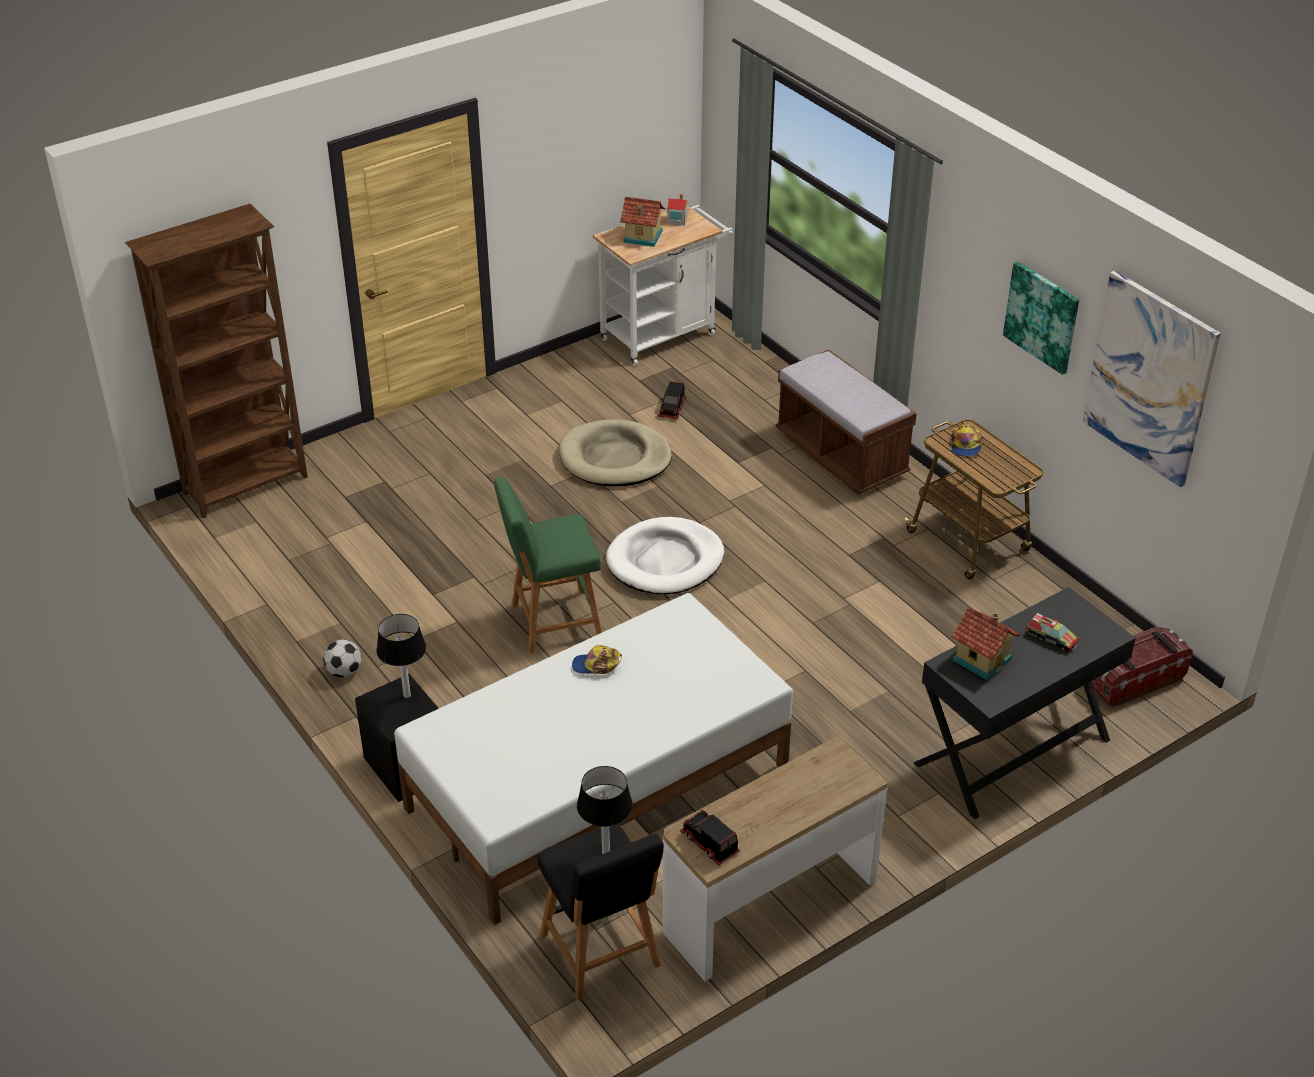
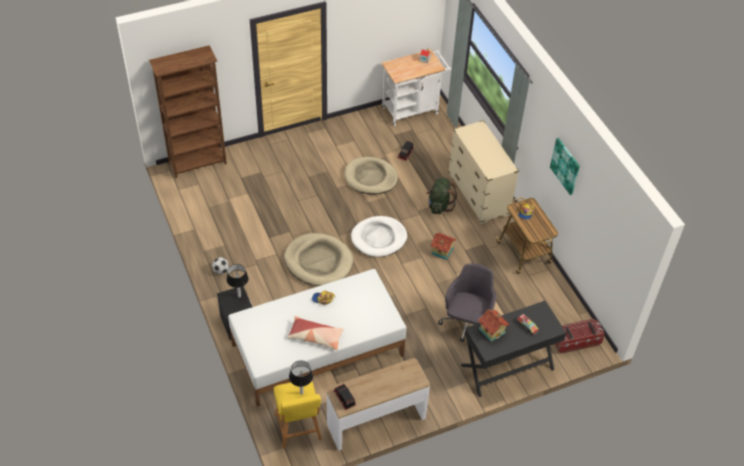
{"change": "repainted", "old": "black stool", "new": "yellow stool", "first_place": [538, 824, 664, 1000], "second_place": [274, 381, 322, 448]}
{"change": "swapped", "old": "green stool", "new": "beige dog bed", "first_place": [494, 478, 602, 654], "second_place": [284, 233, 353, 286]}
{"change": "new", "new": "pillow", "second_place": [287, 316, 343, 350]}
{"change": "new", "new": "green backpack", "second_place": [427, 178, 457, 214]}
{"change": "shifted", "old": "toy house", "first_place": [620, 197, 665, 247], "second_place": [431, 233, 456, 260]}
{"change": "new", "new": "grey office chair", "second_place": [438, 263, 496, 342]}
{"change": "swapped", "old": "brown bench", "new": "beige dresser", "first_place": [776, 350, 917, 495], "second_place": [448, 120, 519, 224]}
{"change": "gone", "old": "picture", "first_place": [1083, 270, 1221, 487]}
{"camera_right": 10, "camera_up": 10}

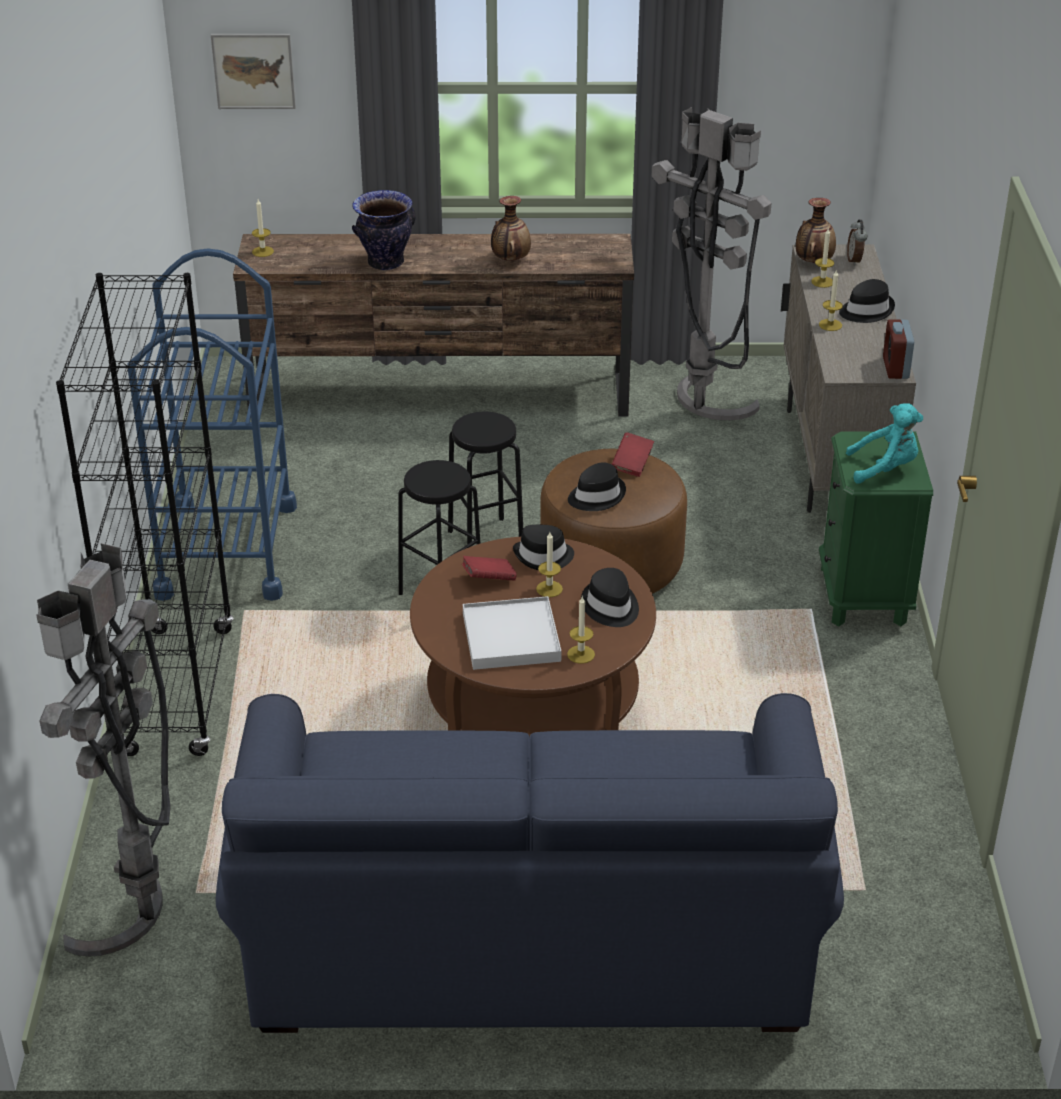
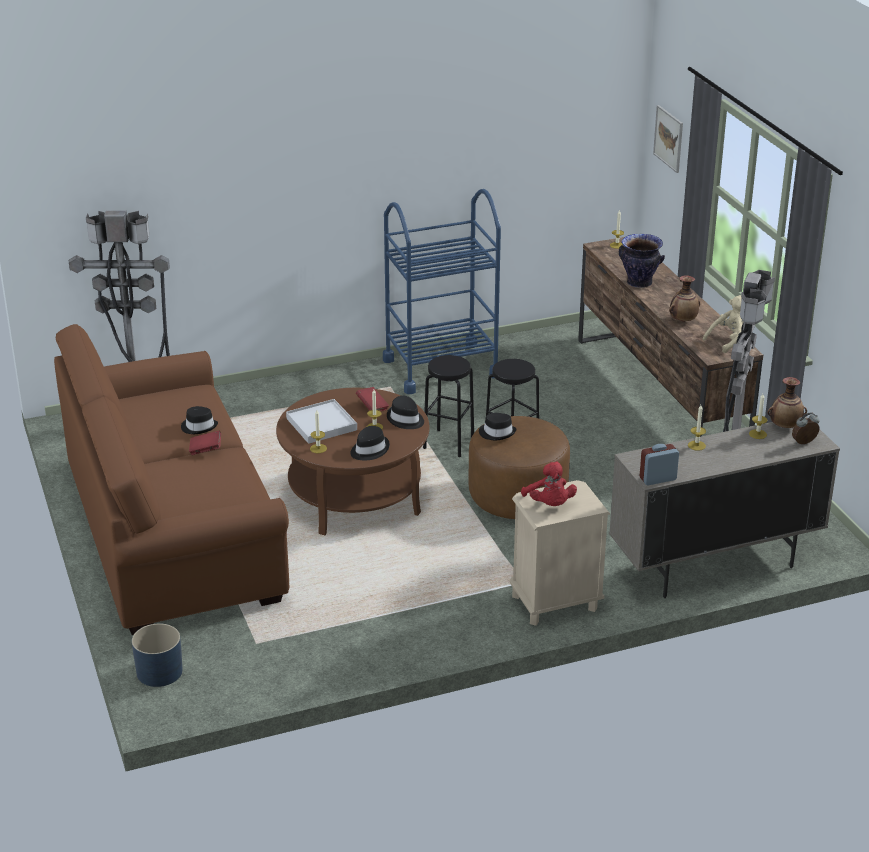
{"change": "repainted", "old": "blue sofa", "new": "brown sofa", "first_place": [216, 693, 844, 1033], "second_place": [54, 324, 289, 635]}
{"change": "new", "new": "blue planter", "second_place": [132, 624, 183, 687]}
{"change": "shifted", "old": "black hat", "first_place": [839, 279, 895, 323], "second_place": [181, 406, 218, 434]}
{"change": "shifted", "old": "red book", "first_place": [611, 432, 654, 477], "second_place": [189, 431, 221, 455]}
{"change": "repainted", "old": "green nightstand", "new": "beige nightstand", "first_place": [819, 432, 933, 626], "second_place": [510, 480, 610, 626]}
{"change": "repainted", "old": "turquoise plush toy", "new": "red plush toy", "first_place": [846, 403, 923, 484], "second_place": [521, 461, 577, 506]}
{"change": "new", "new": "beige plush toy", "second_place": [703, 295, 744, 353]}
{"change": "gone", "old": "black bookcase", "first_place": [56, 273, 234, 756]}
{"camera_right": 70, "camera_up": -5}

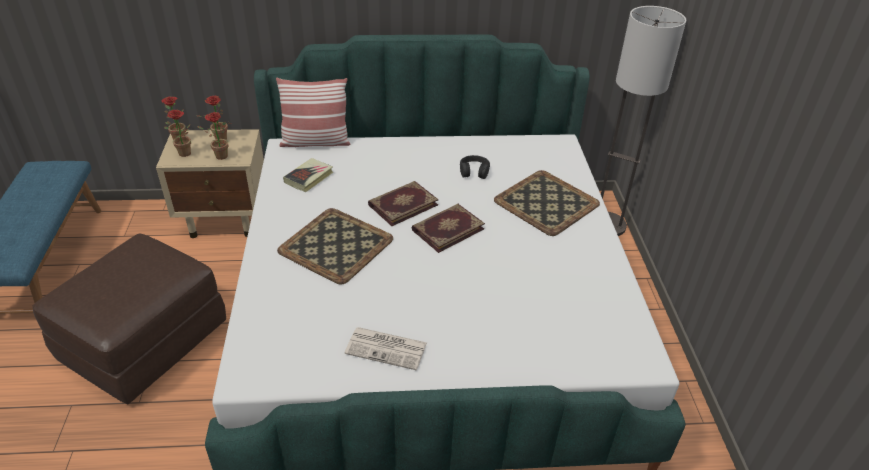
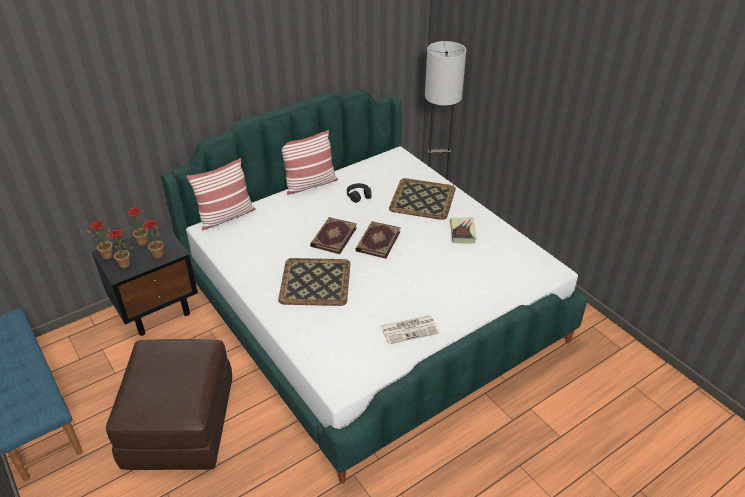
{"change": "repainted", "old": "beige nightstand", "new": "black nightstand", "first_place": [156, 129, 264, 238], "second_place": [92, 224, 198, 336]}
{"change": "new", "new": "pillow", "second_place": [282, 130, 338, 195]}
{"change": "shifted", "old": "book", "first_place": [283, 158, 333, 192], "second_place": [450, 218, 477, 244]}
{"camera_right": -30, "camera_up": 0}

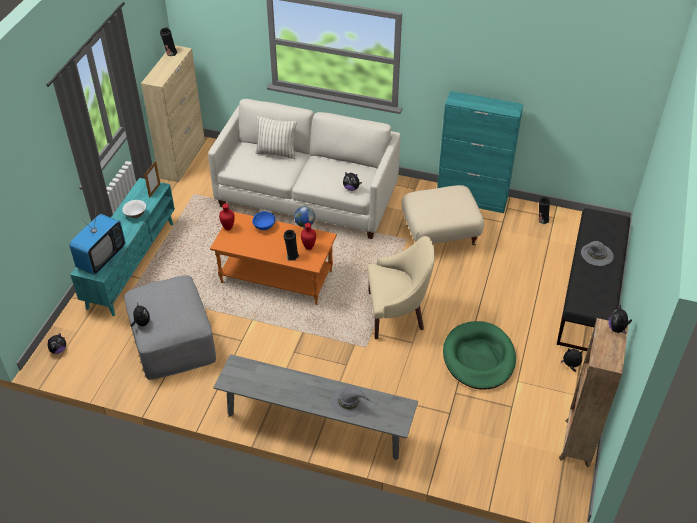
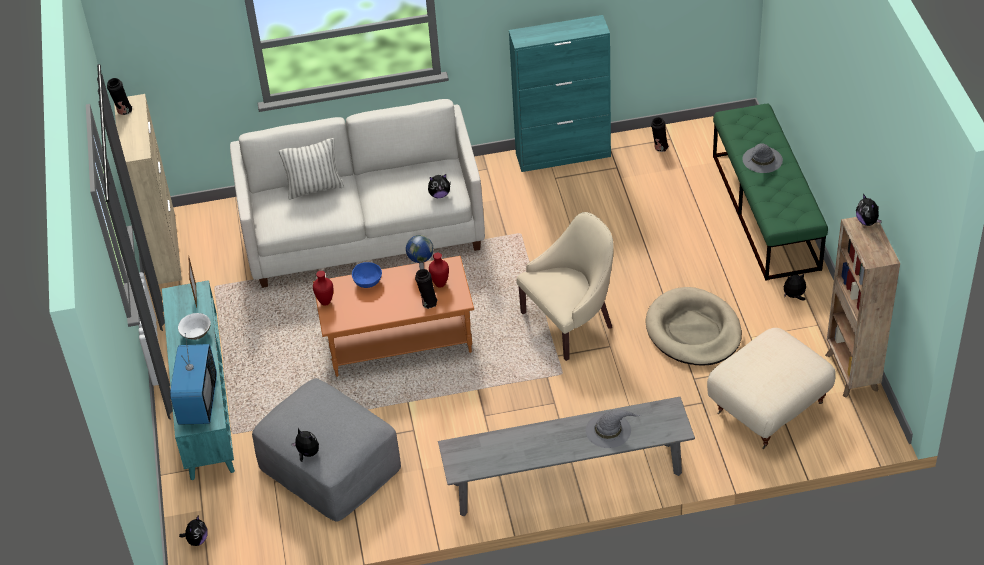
{"change": "repainted", "old": "green dog bed", "new": "beige dog bed", "first_place": [443, 321, 516, 390], "second_place": [646, 287, 742, 365]}
{"change": "shifted", "old": "beige ottoman", "first_place": [402, 185, 484, 246], "second_place": [707, 328, 836, 449]}
{"change": "repainted", "old": "black bench", "new": "green bench", "first_place": [557, 208, 631, 351], "second_place": [713, 104, 828, 281]}
{"camera_right": -25, "camera_up": 0}

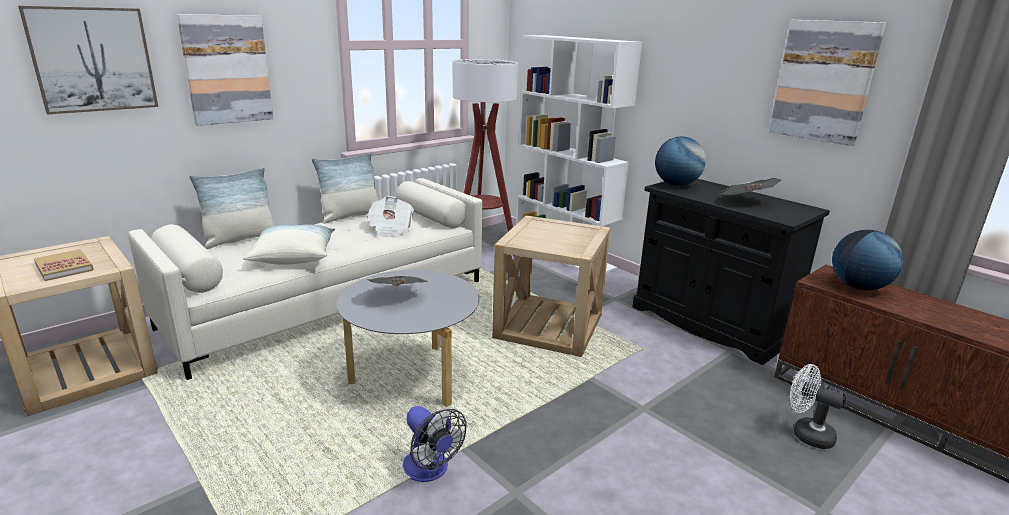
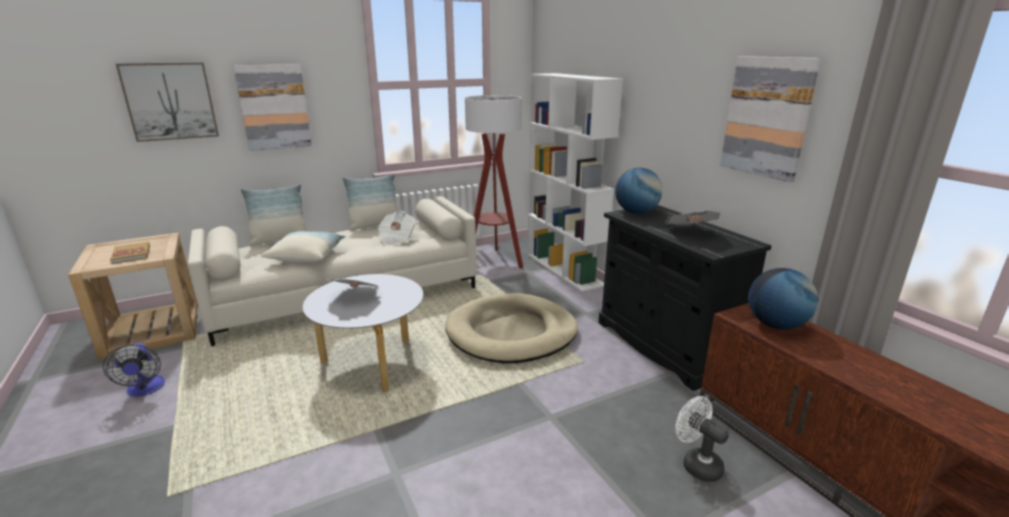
{"change": "shifted", "old": "fan", "first_place": [403, 406, 467, 482], "second_place": [103, 343, 165, 397]}
{"change": "swapped", "old": "beige side table", "new": "beige dog bed", "first_place": [492, 216, 610, 357], "second_place": [445, 293, 578, 363]}
{"camera_right": 15, "camera_up": 0}

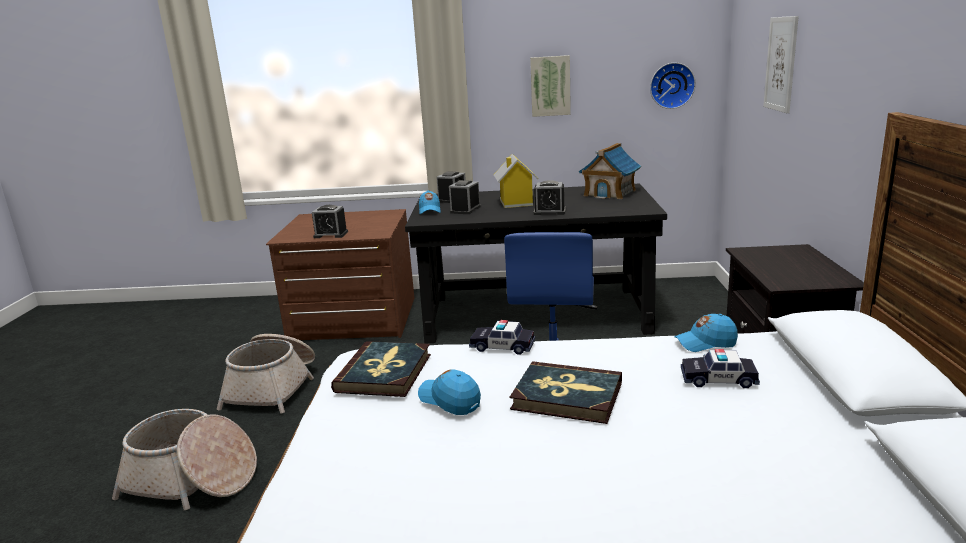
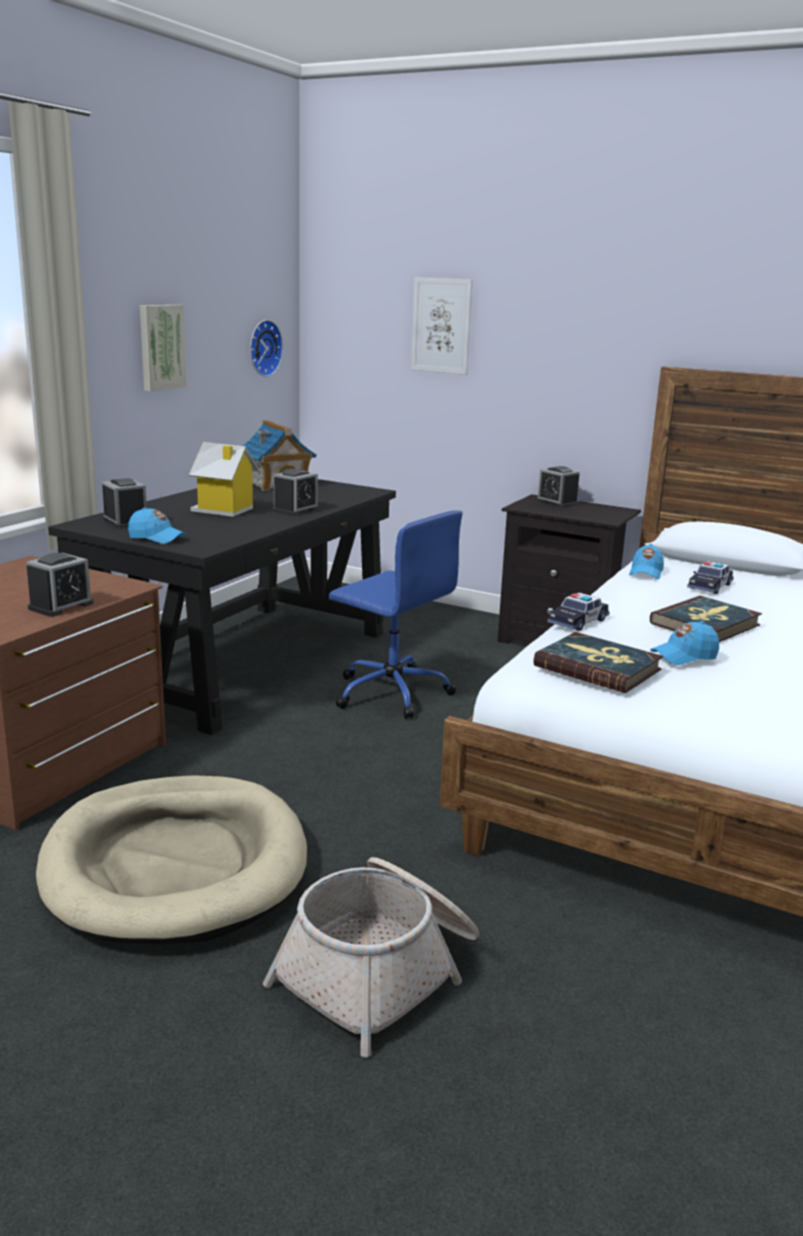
{"change": "swapped", "old": "basket", "new": "beige dog bed", "first_place": [217, 334, 315, 414], "second_place": [36, 775, 307, 945]}
{"change": "shifted", "old": "alarm clock", "first_place": [449, 180, 480, 214], "second_place": [536, 466, 580, 507]}
{"camera_right": -65, "camera_up": 0}

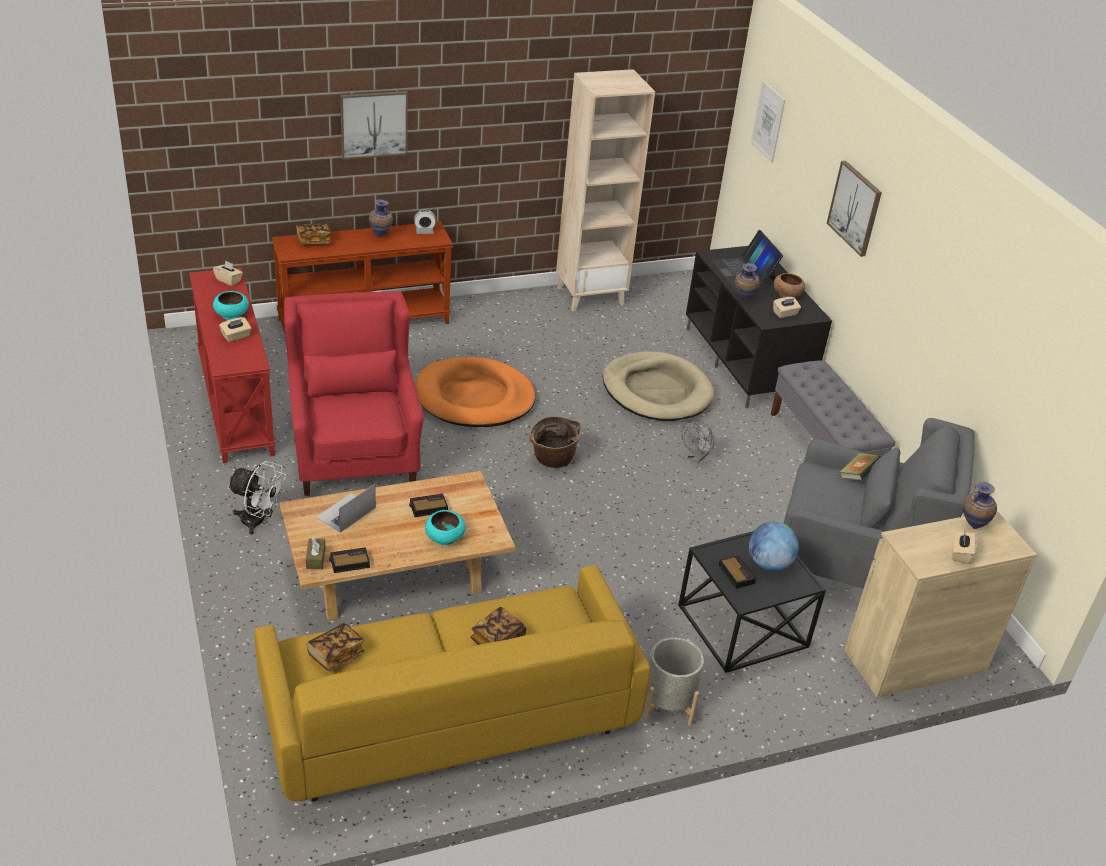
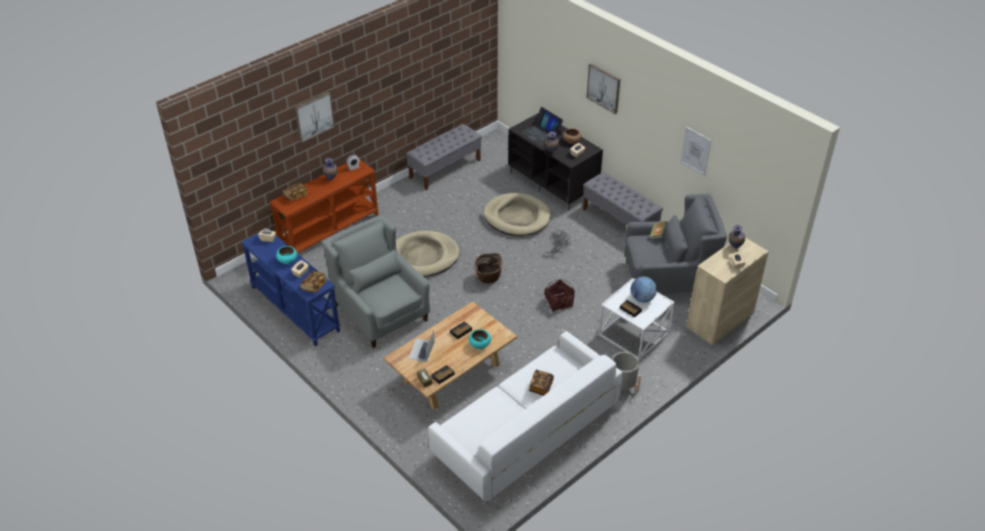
{"change": "repainted", "old": "red console table", "new": "blue console table", "first_place": [189, 268, 276, 463], "second_place": [241, 228, 340, 346]}
{"change": "shifted", "old": "book", "first_place": [307, 623, 365, 671], "second_place": [300, 271, 327, 293]}
{"change": "repainted", "old": "red armchair", "new": "grey armchair", "first_place": [284, 291, 424, 496], "second_place": [322, 215, 430, 348]}
{"change": "repainted", "old": "orange dog bed", "new": "beige dog bed", "first_place": [415, 357, 535, 427], "second_place": [396, 231, 460, 277]}
{"change": "swapped", "old": "beige bookcase", "new": "grey bench", "first_place": [556, 69, 655, 311], "second_place": [406, 124, 482, 190]}
{"change": "repainted", "old": "yellow sofa", "new": "white sofa", "first_place": [254, 565, 651, 802], "second_place": [428, 331, 622, 502]}
{"change": "new", "new": "basket", "second_place": [545, 279, 575, 312]}
{"change": "repainted", "old": "black side table", "new": "white side table", "first_place": [678, 531, 826, 673], "second_place": [598, 278, 675, 360]}
{"change": "shifted", "old": "picture", "first_place": [751, 81, 785, 163], "second_place": [680, 126, 711, 176]}
{"change": "gone", "old": "white fan", "first_place": [227, 461, 287, 535]}
{"camera_right": -20, "camera_up": 5}

